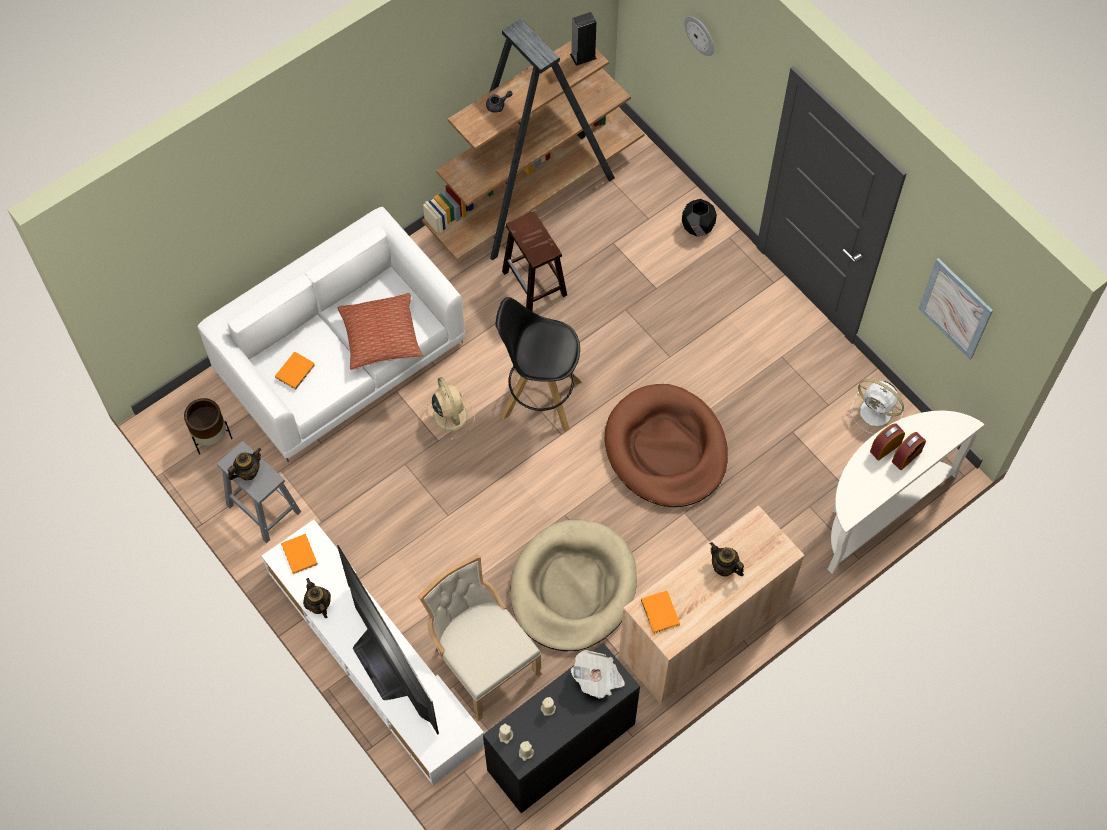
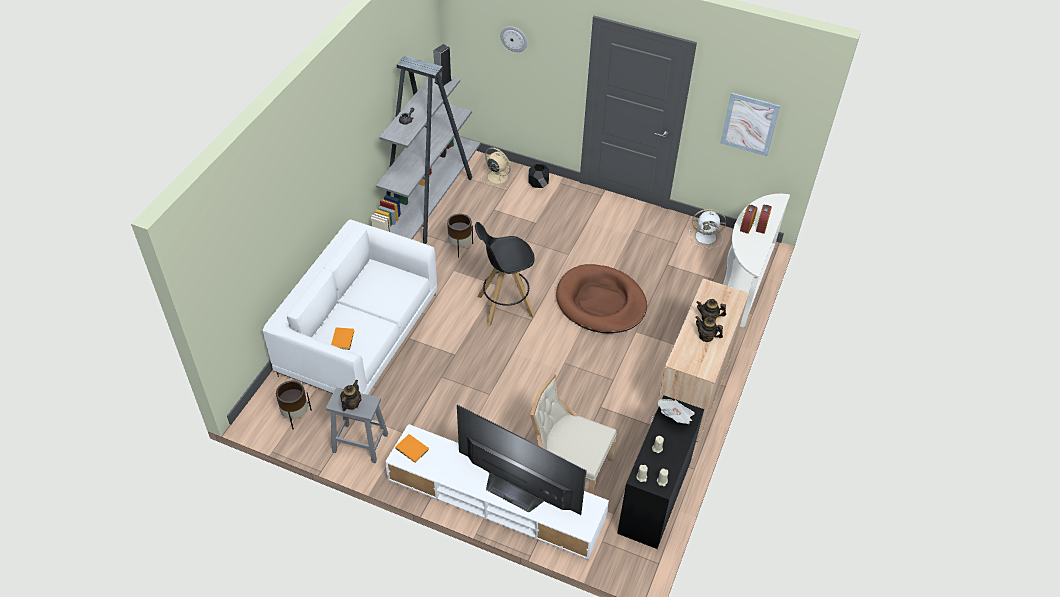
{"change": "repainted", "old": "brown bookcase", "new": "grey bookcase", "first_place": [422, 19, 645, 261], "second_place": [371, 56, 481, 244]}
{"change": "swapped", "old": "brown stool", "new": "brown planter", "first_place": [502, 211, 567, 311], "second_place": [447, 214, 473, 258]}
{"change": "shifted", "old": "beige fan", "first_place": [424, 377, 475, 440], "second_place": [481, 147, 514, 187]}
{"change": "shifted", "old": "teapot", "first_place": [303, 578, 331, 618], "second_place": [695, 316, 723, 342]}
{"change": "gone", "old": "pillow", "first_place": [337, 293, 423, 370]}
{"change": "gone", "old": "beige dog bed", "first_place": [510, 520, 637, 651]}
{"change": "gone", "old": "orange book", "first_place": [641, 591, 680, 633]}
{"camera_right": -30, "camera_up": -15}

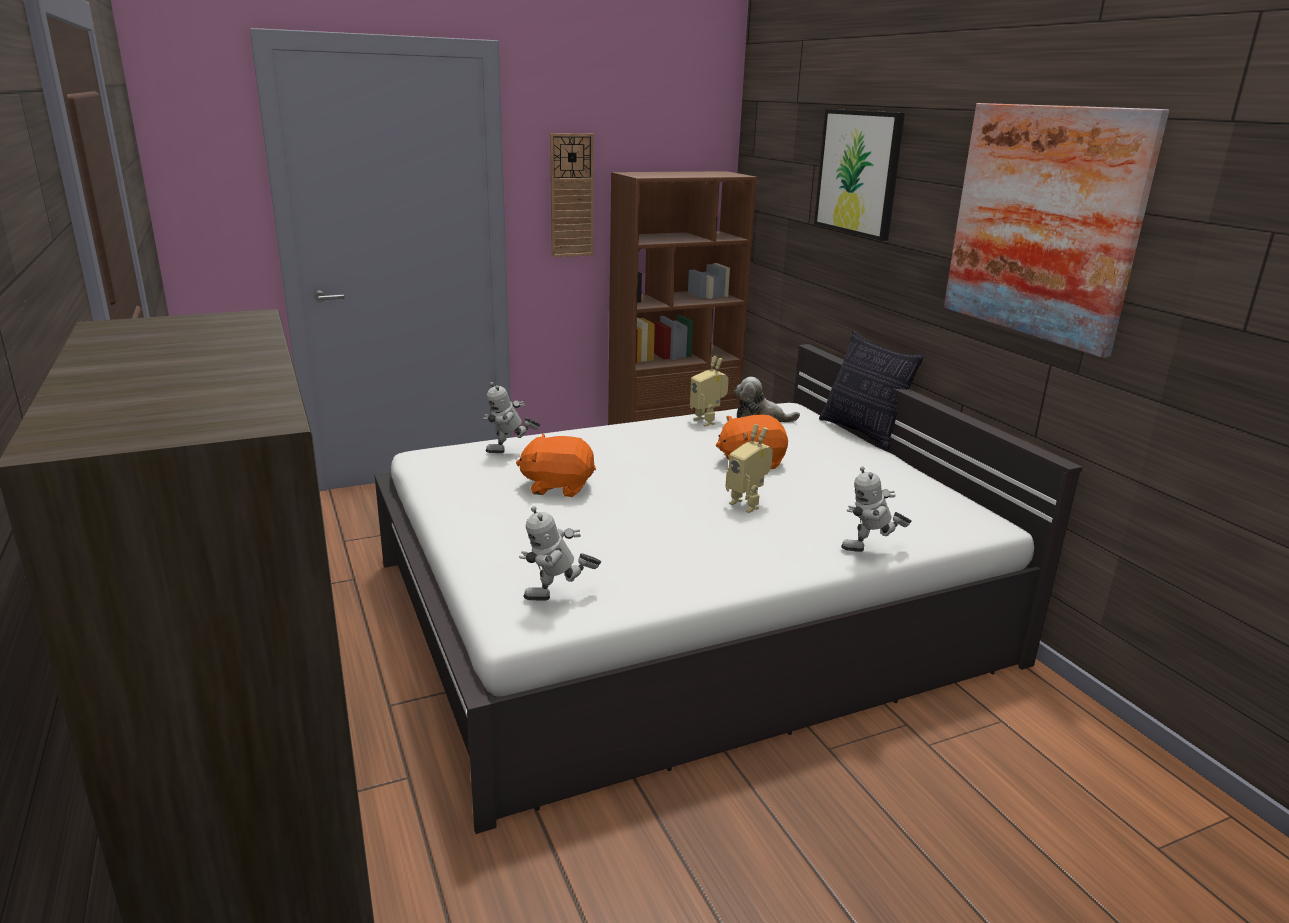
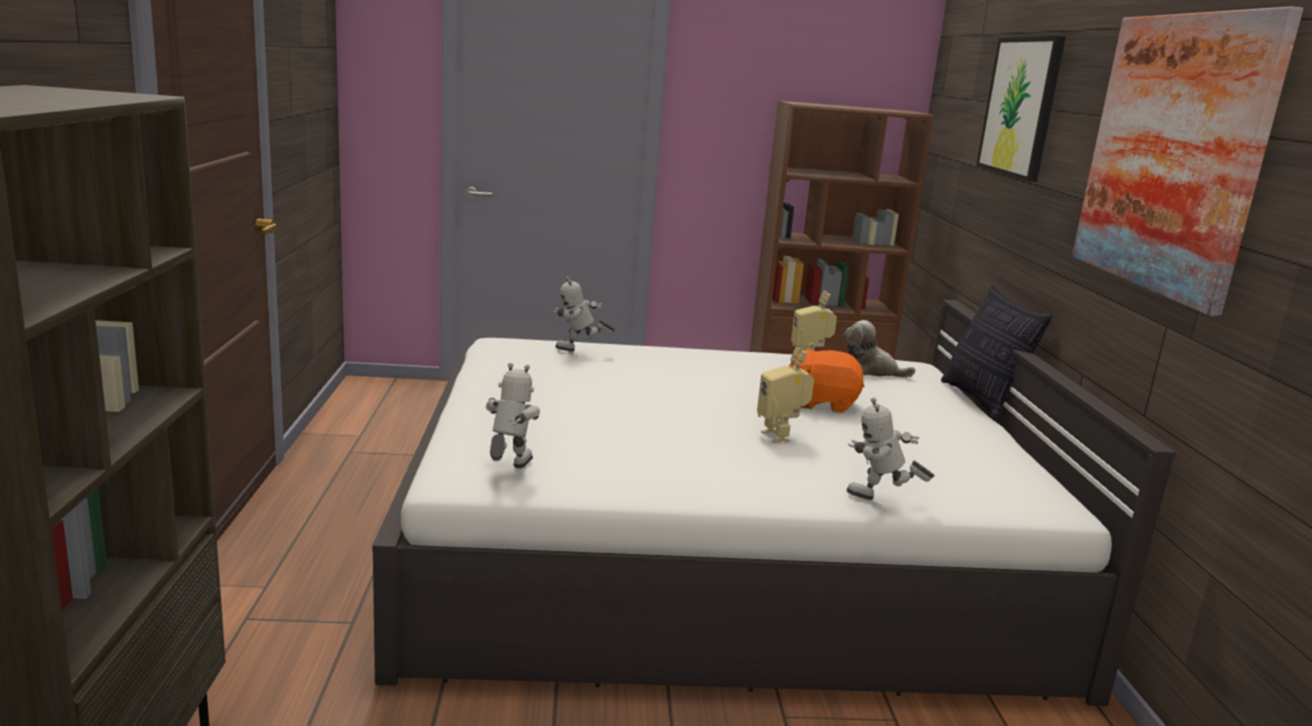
{"change": "rotated", "old": "toy robot", "first_place": [519, 506, 601, 601], "second_place": [486, 363, 540, 468], "degrees": 105}
{"change": "gone", "old": "orange plush toy", "first_place": [516, 434, 596, 497]}
{"change": "gone", "old": "wall clock", "first_place": [550, 133, 594, 257]}
{"camera_right": 20, "camera_up": -5}

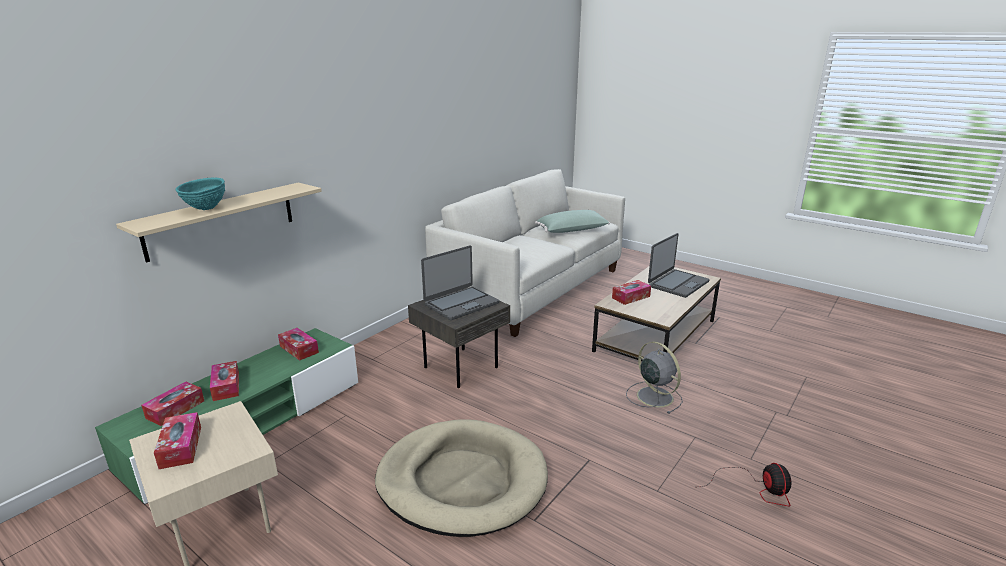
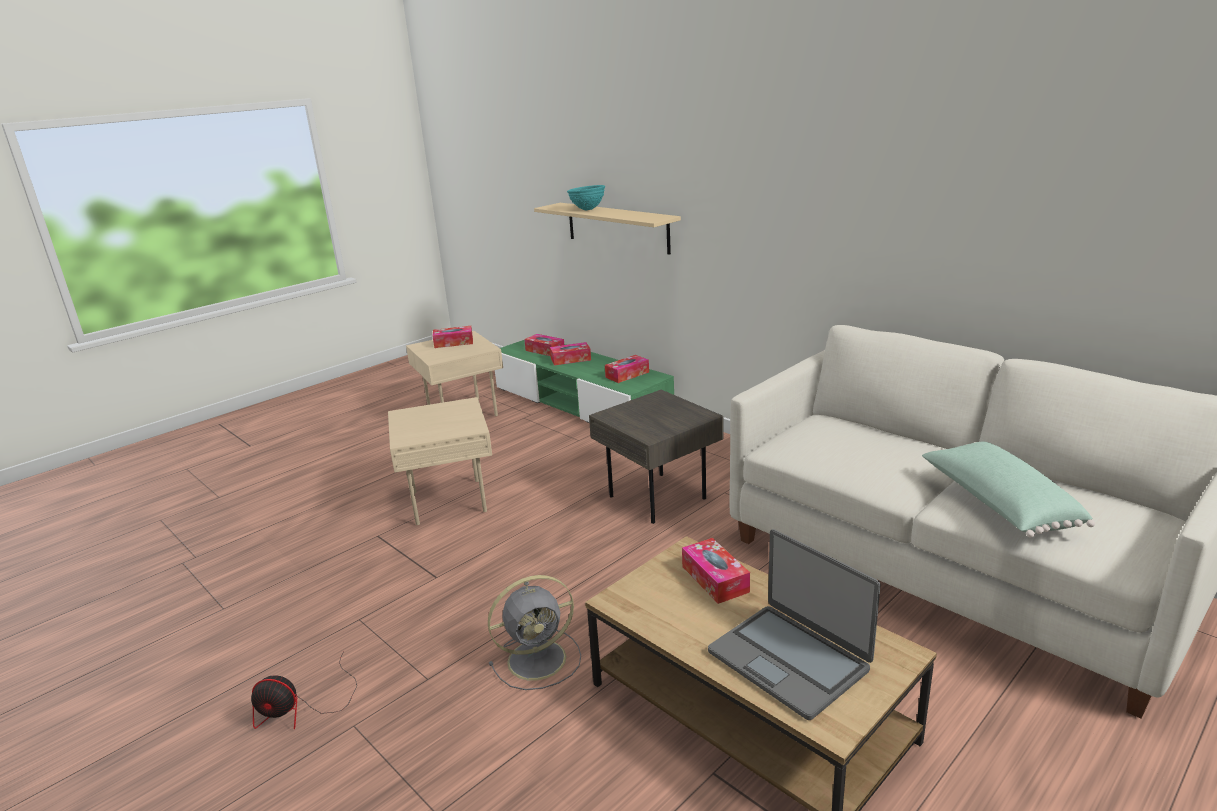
{"change": "swapped", "old": "beige dog bed", "new": "beige side table", "first_place": [375, 419, 548, 537], "second_place": [388, 397, 492, 525]}
{"change": "gone", "old": "laptop", "first_place": [421, 246, 499, 320]}
{"camera_right": 100, "camera_up": 0}

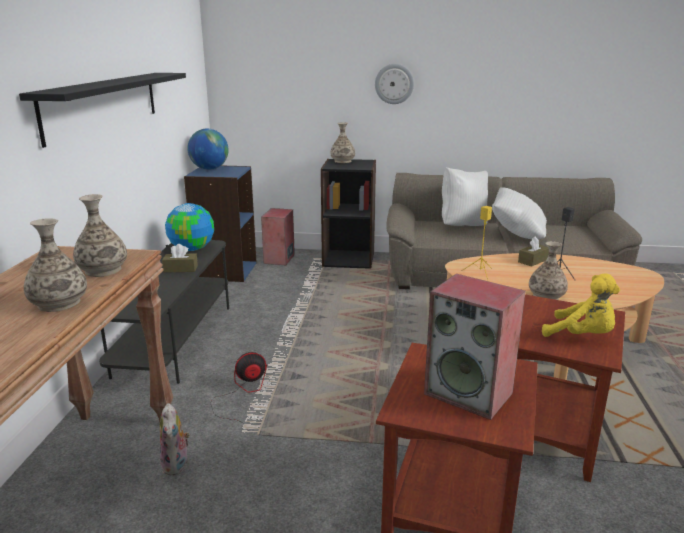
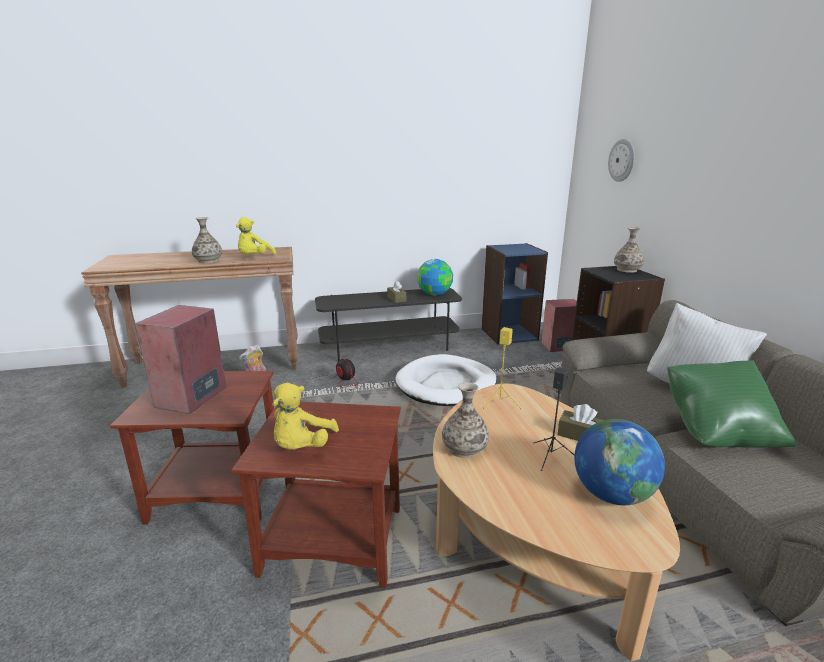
{"change": "swapped", "old": "vase", "new": "yellow plush toy", "first_place": [73, 194, 127, 277], "second_place": [236, 217, 276, 255]}
{"change": "new", "new": "white dog bed", "second_place": [395, 354, 497, 406]}
{"change": "shifted", "old": "globe", "first_place": [187, 129, 229, 170], "second_place": [574, 419, 665, 505]}
{"change": "shifted", "old": "wall clock", "first_place": [375, 64, 414, 104], "second_place": [608, 139, 635, 182]}
{"change": "repainted", "old": "white pillow", "new": "green pillow", "first_place": [492, 187, 547, 239], "second_place": [667, 360, 796, 448]}
{"change": "gone", "old": "black shelf", "first_place": [19, 73, 186, 148]}
{"camera_right": 70, "camera_up": 0}

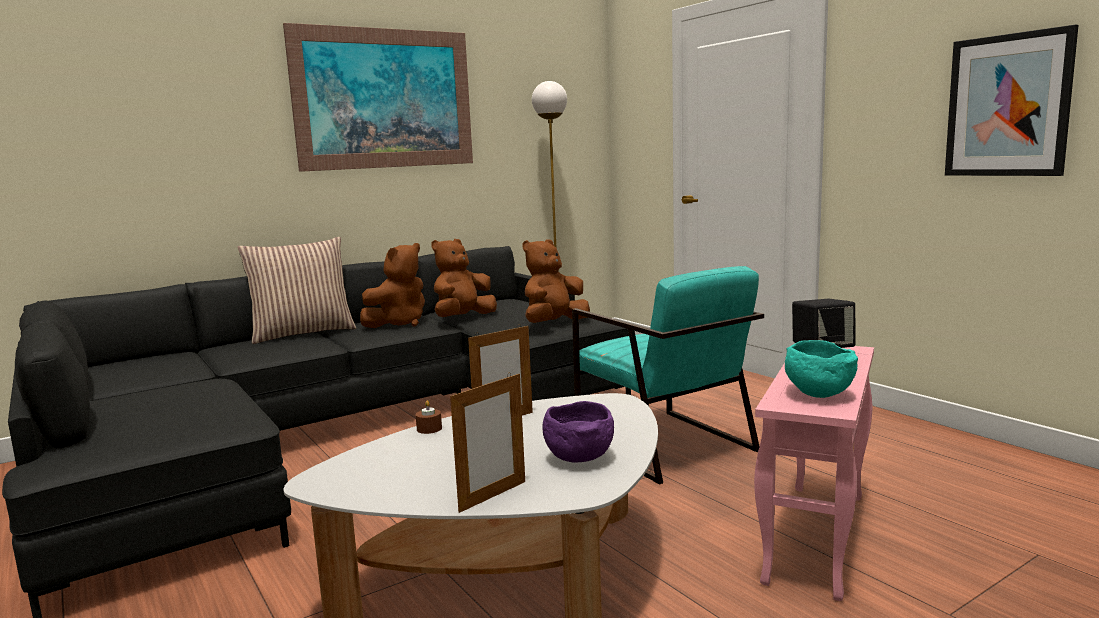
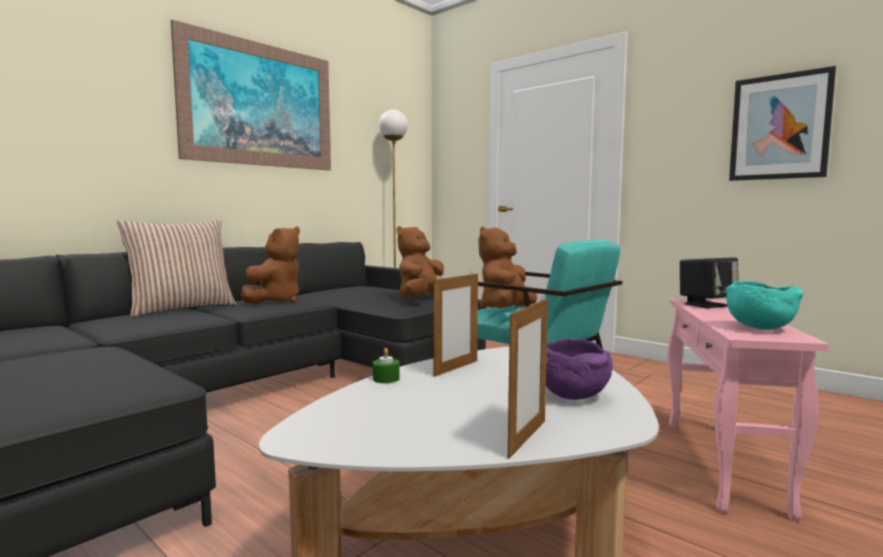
{"change": "repainted", "old": "brown candle", "new": "green candle", "first_place": [416, 400, 442, 434], "second_place": [373, 348, 400, 383]}
{"change": "shifted", "old": "brown plush toy", "first_place": [431, 239, 497, 317], "second_place": [479, 226, 537, 309]}
{"camera_right": -15, "camera_up": -5}

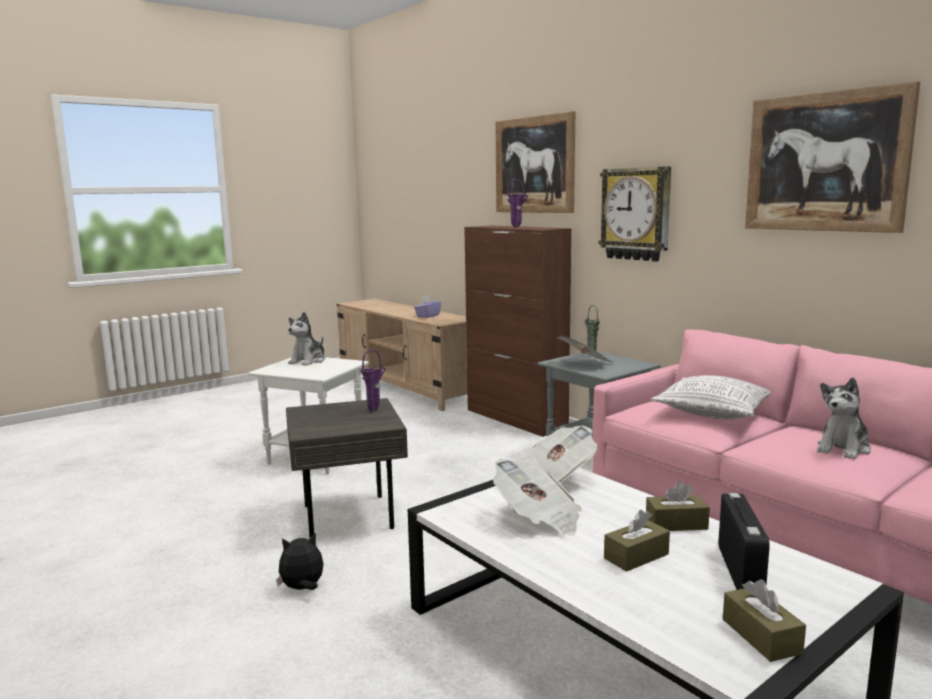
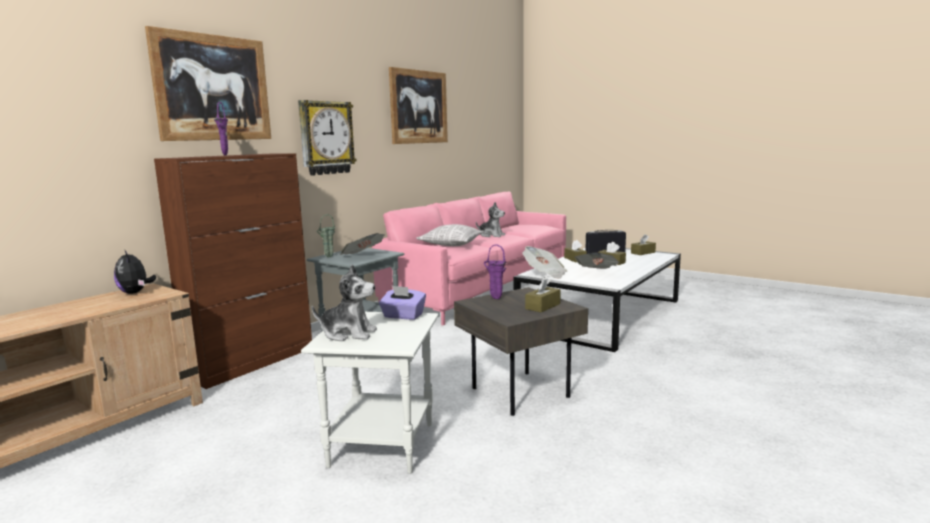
{"change": "shifted", "old": "plush toy", "first_place": [276, 533, 324, 590], "second_place": [114, 251, 156, 294]}
{"change": "shifted", "old": "purple tissue box", "first_place": [414, 295, 441, 318], "second_place": [379, 285, 426, 320]}
{"change": "new", "new": "brown tissue box", "second_place": [525, 277, 560, 312]}
{"camera_right": -105, "camera_up": 0}

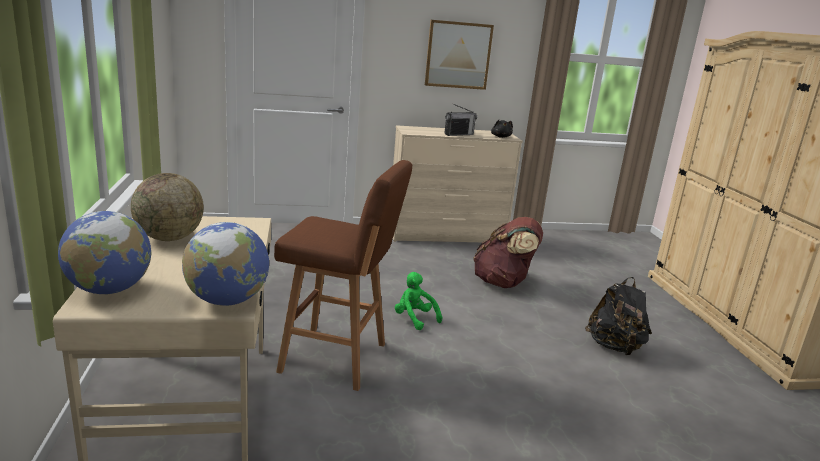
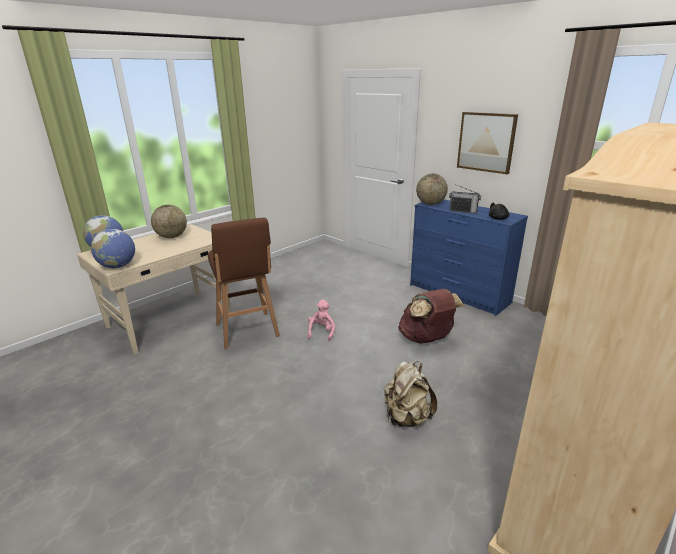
{"change": "repainted", "old": "green plush toy", "new": "pink plush toy", "first_place": [395, 272, 442, 330], "second_place": [308, 300, 335, 341]}
{"change": "repainted", "old": "black backpack", "new": "beige backpack", "first_place": [585, 277, 652, 355], "second_place": [384, 361, 437, 427]}
{"change": "repainted", "old": "beige dresser", "new": "blue dresser", "first_place": [393, 125, 523, 242], "second_place": [410, 199, 528, 316]}
{"change": "new", "new": "globe", "second_place": [416, 173, 448, 205]}
{"camera_right": 55, "camera_up": 5}

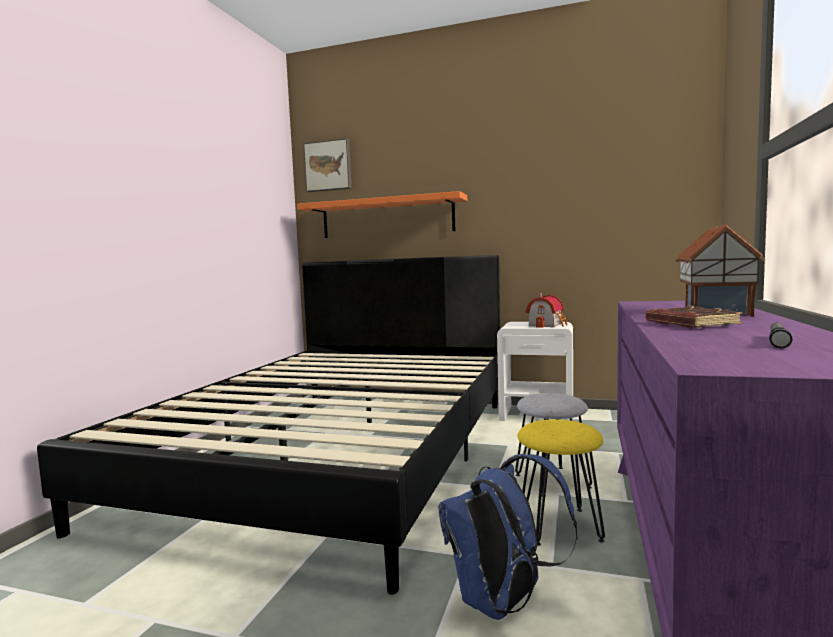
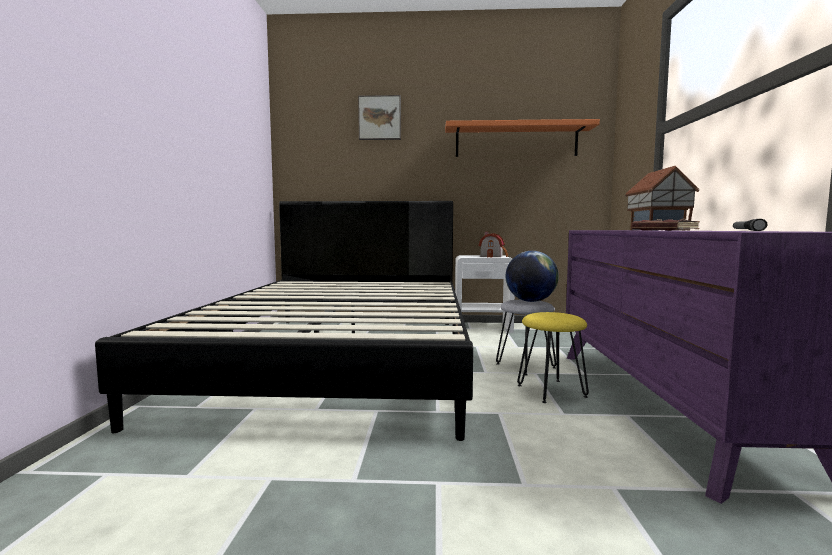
{"change": "shifted", "old": "picture", "first_place": [303, 138, 352, 192], "second_place": [358, 95, 401, 140]}
{"change": "shifted", "old": "orange shelf", "first_place": [297, 191, 467, 238], "second_place": [445, 119, 600, 157]}
{"change": "new", "new": "globe", "second_place": [506, 251, 559, 302]}
{"change": "gone", "old": "blue backpack", "first_place": [438, 454, 578, 620]}
{"camera_right": -15, "camera_up": 0}

